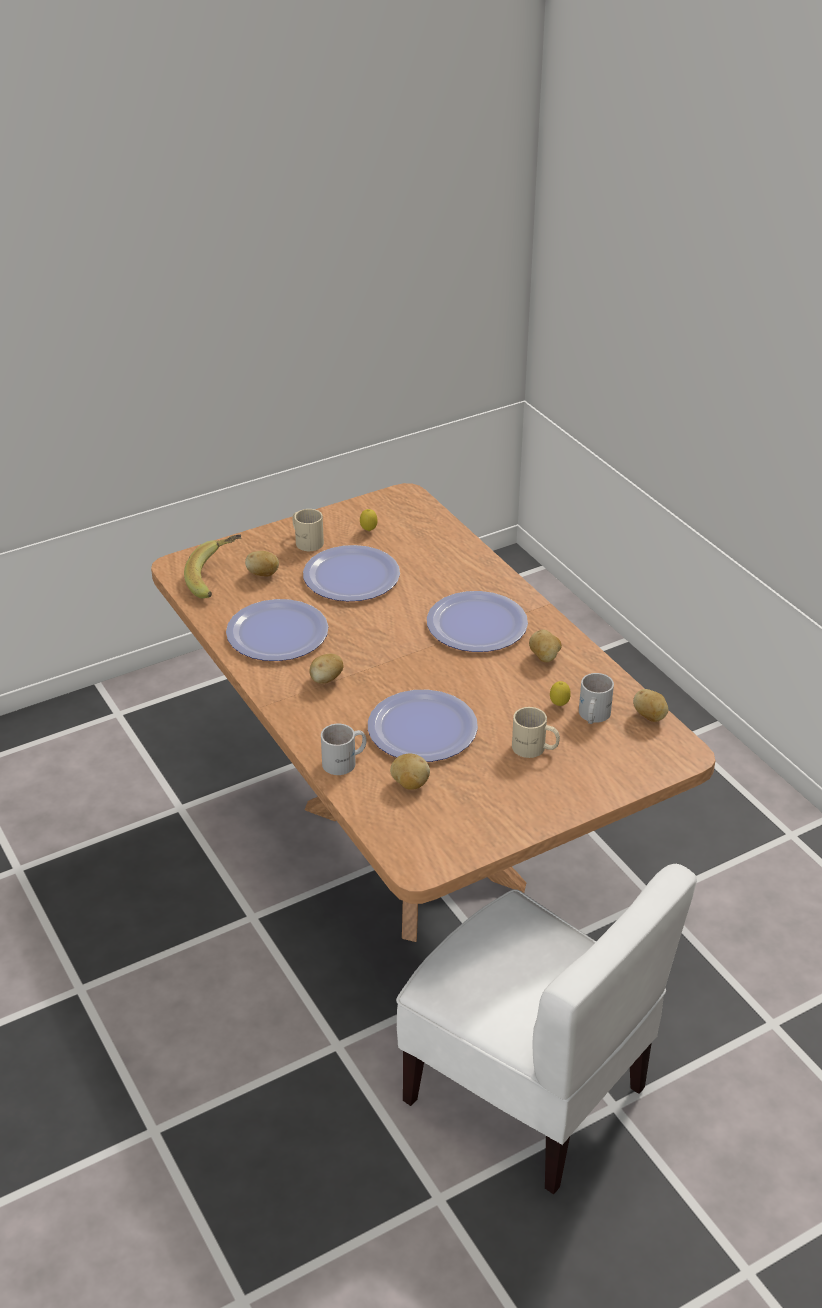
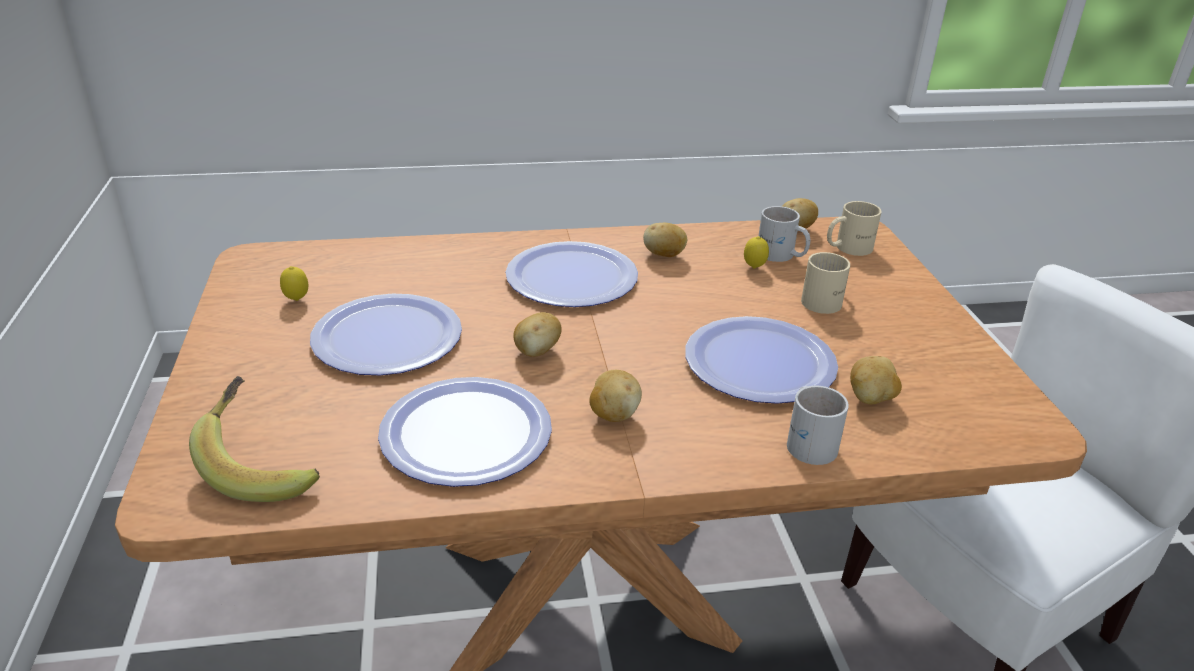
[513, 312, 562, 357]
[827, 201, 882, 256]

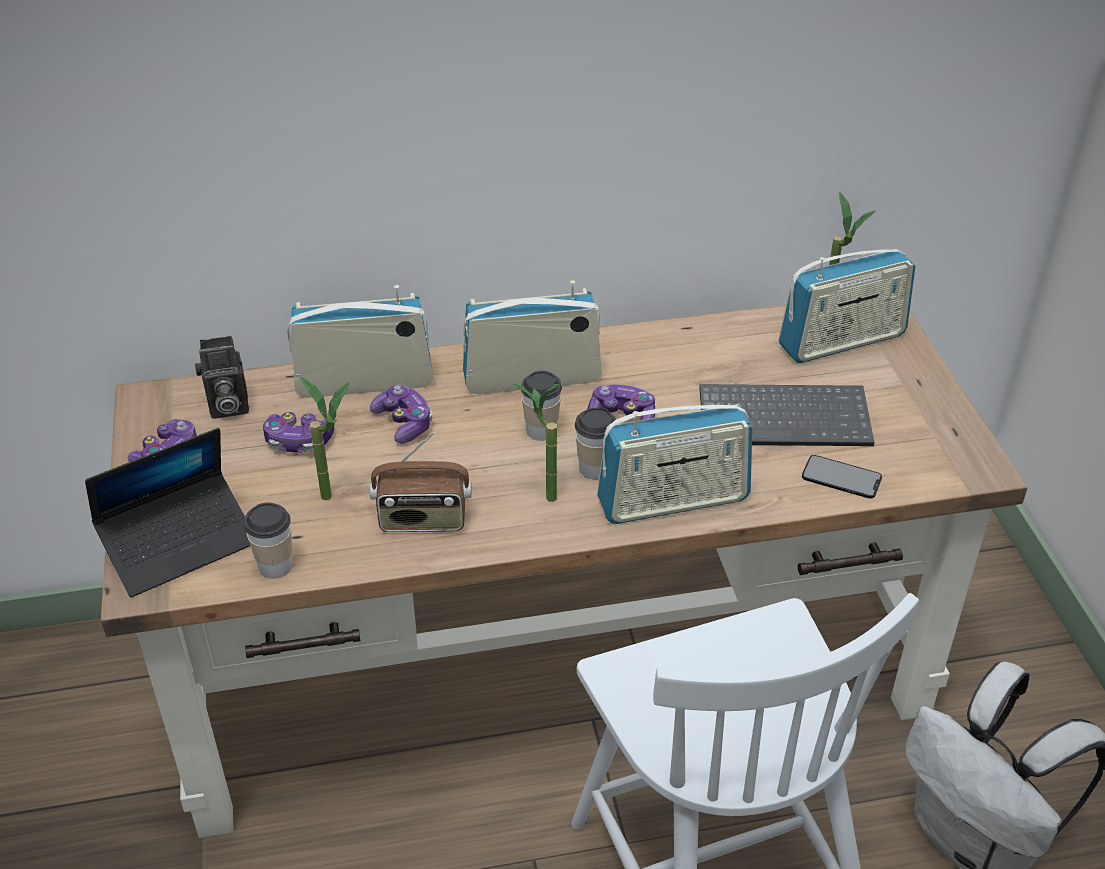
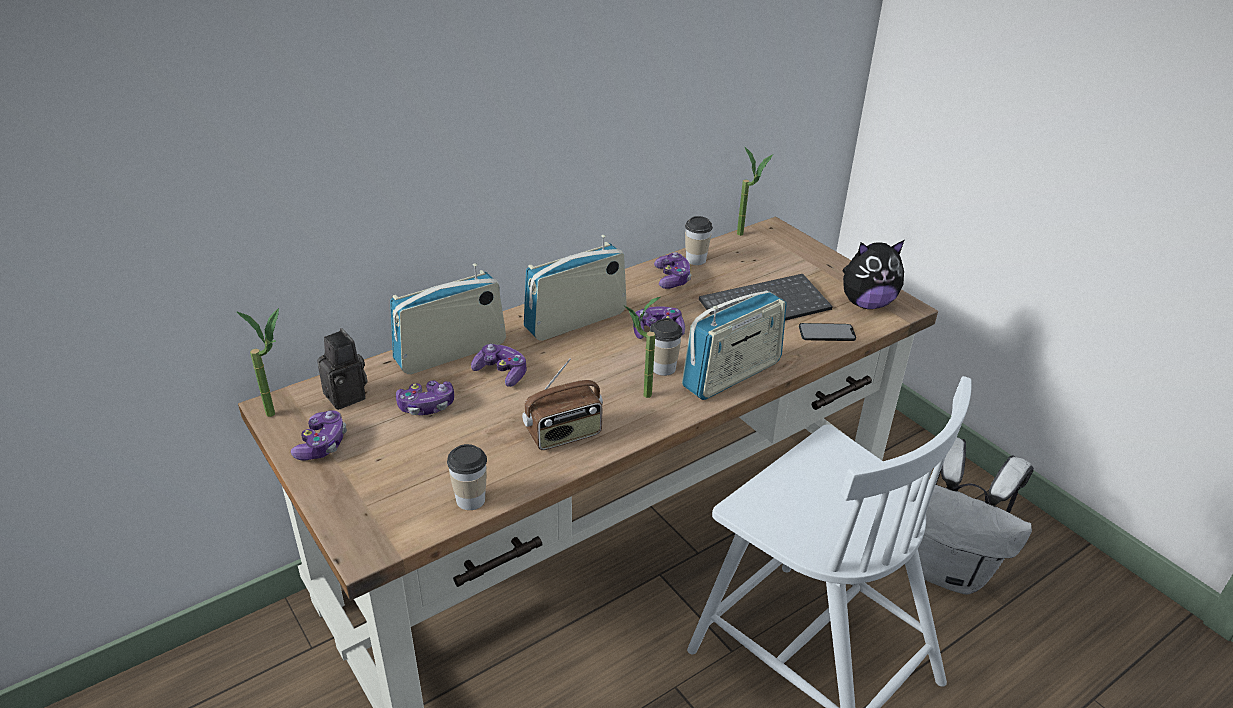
[85, 428, 250, 597] (first image)
[317, 328, 367, 410]
[236, 308, 279, 417]
[685, 216, 713, 265]
[778, 249, 915, 363] (first image)
[654, 252, 691, 289]
[842, 240, 904, 309]

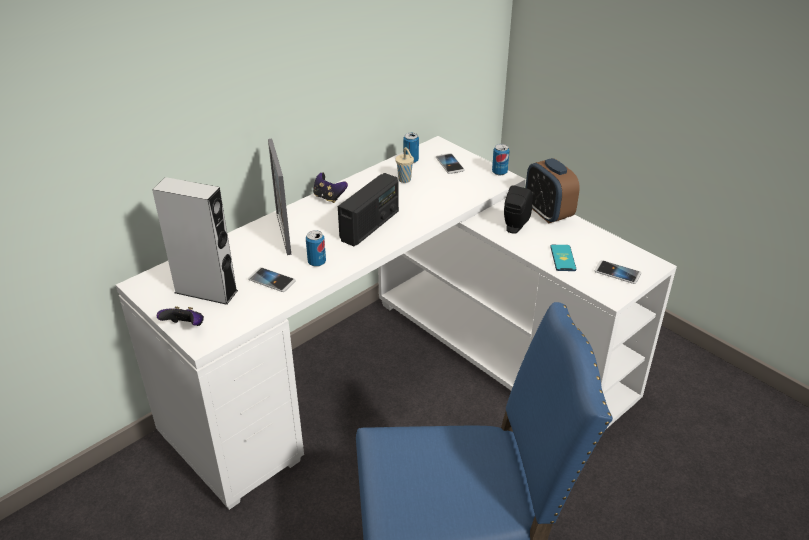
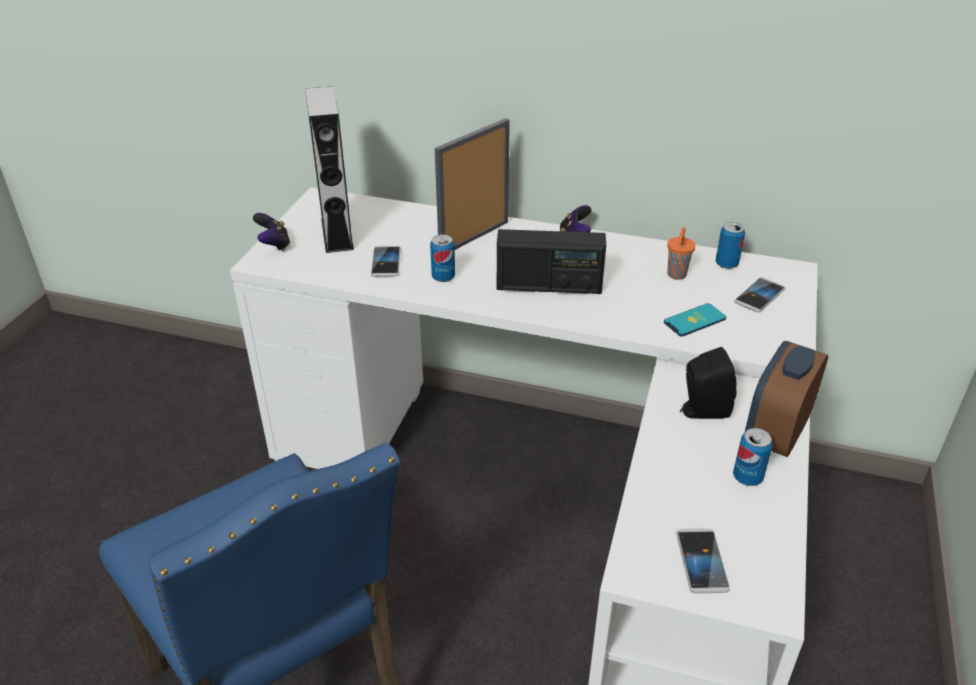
[667, 227, 696, 280]
[733, 428, 773, 486]
[664, 303, 726, 337]

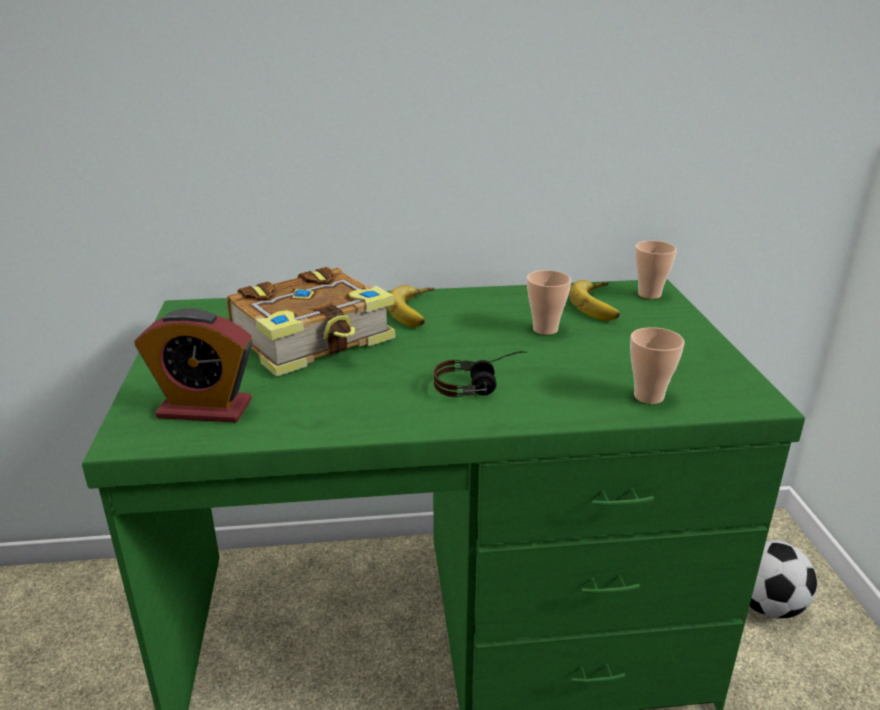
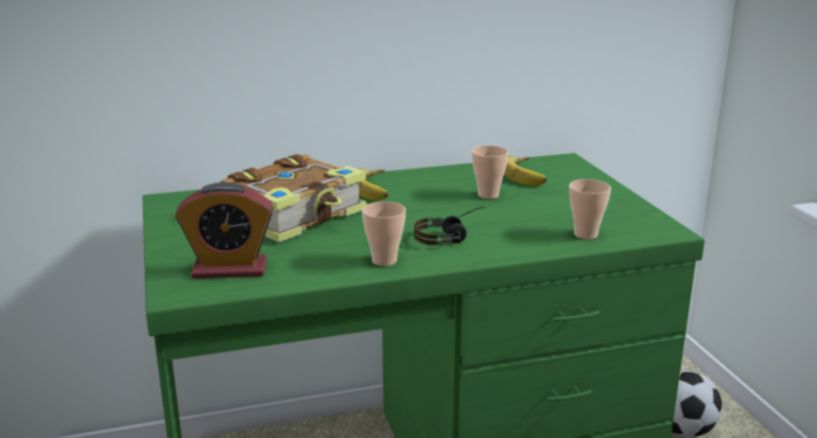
[362, 201, 406, 266]

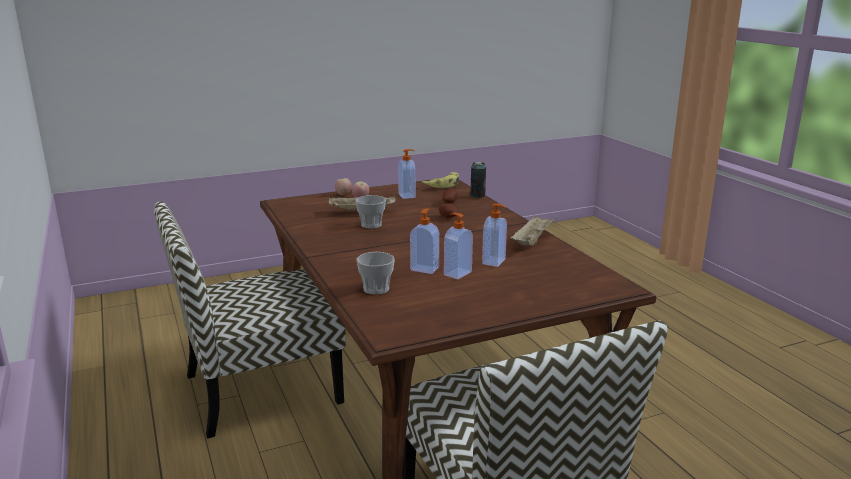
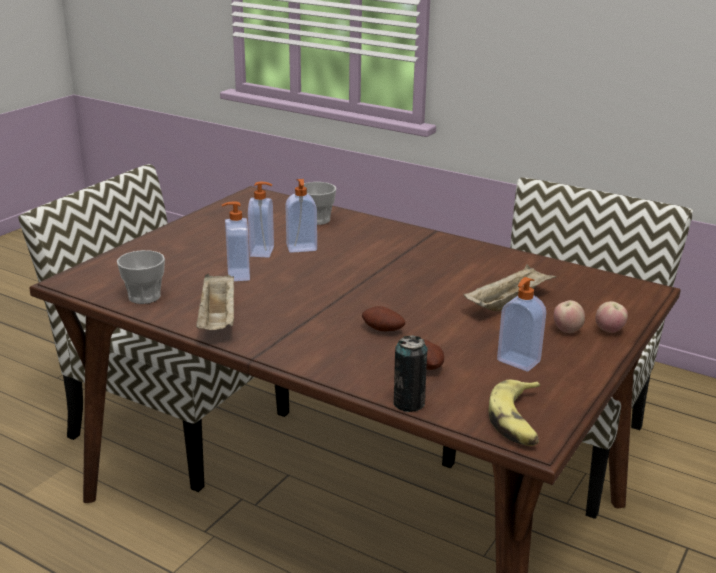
[117, 250, 165, 304]

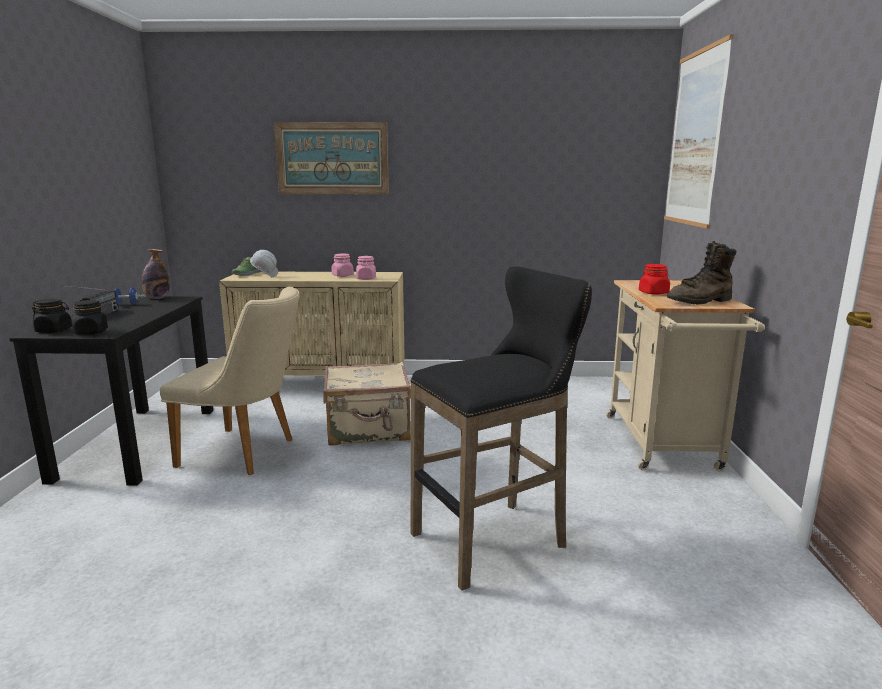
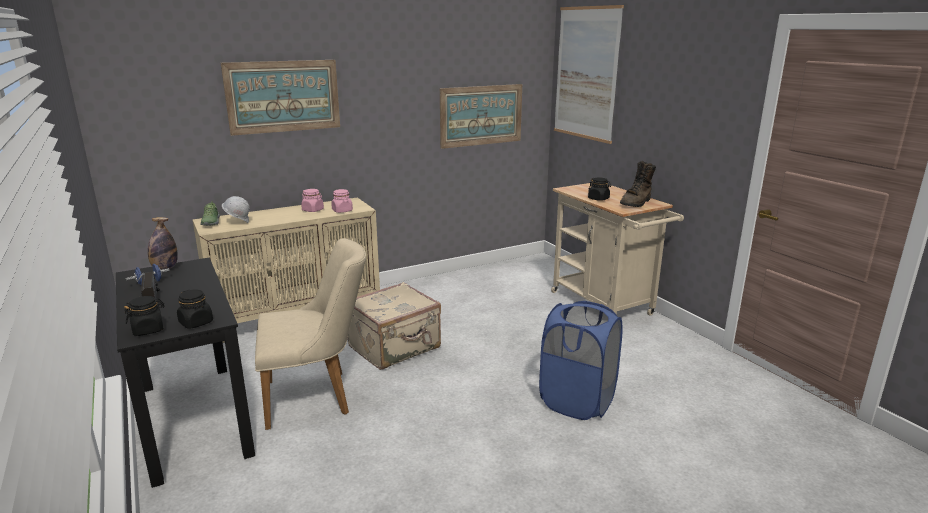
[539, 301, 623, 420]
[588, 177, 611, 201]
[440, 84, 522, 149]

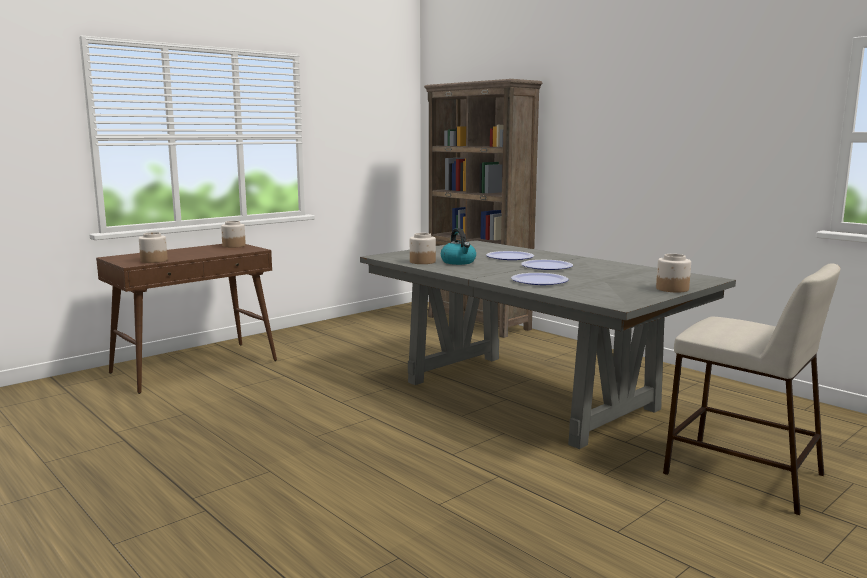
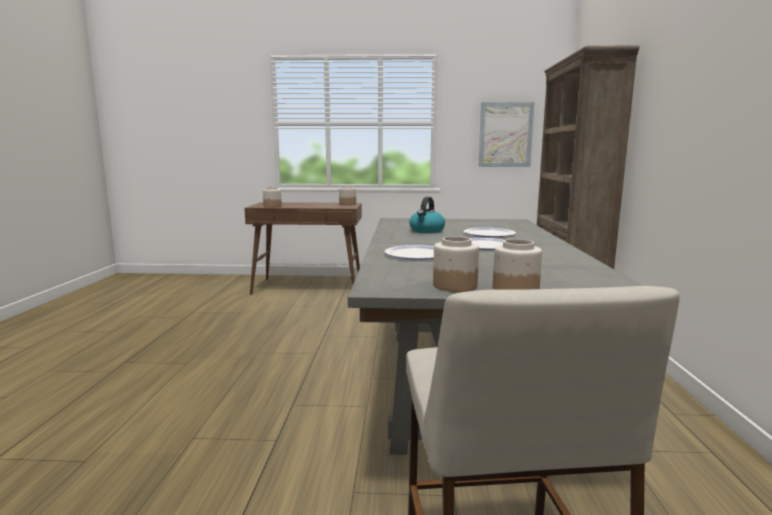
[433, 236, 479, 292]
[478, 102, 534, 167]

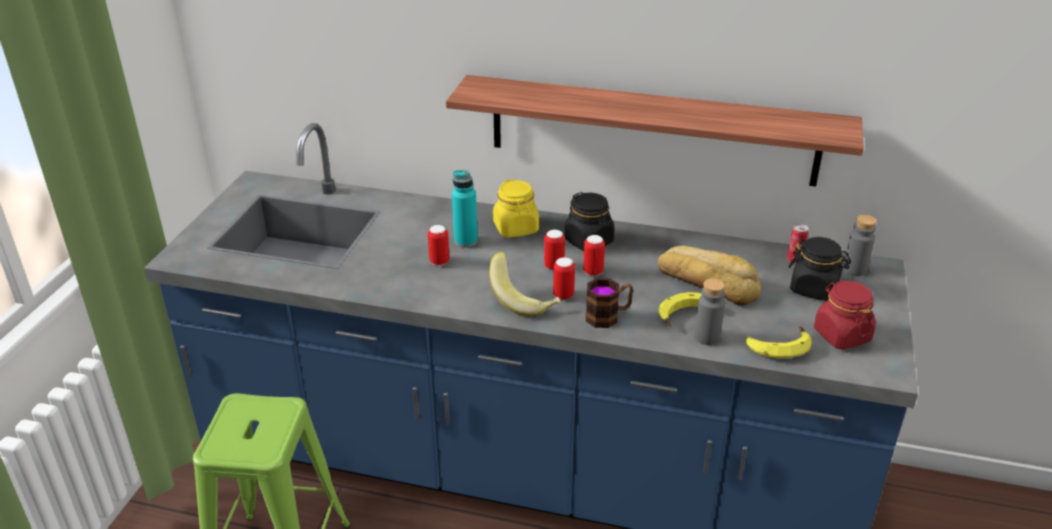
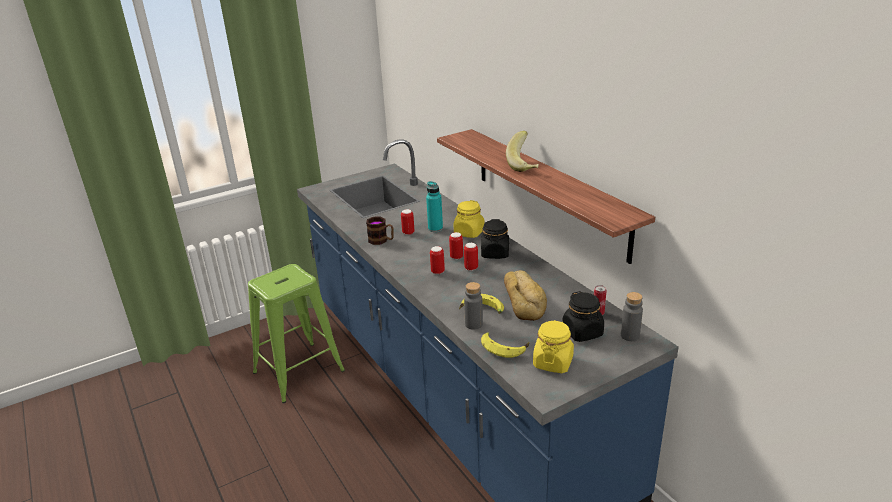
[506, 131, 539, 172]
[366, 217, 394, 245]
[533, 320, 574, 373]

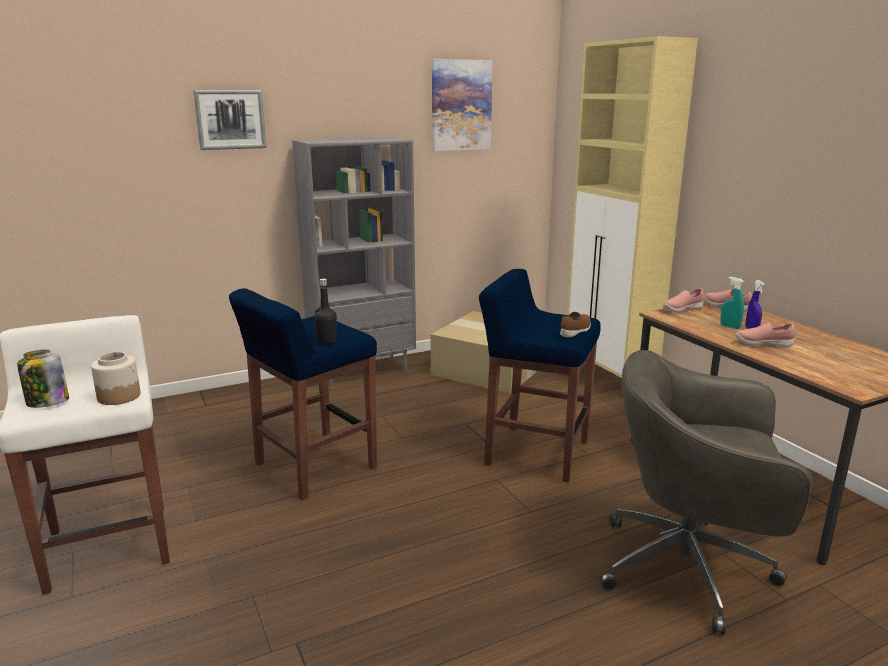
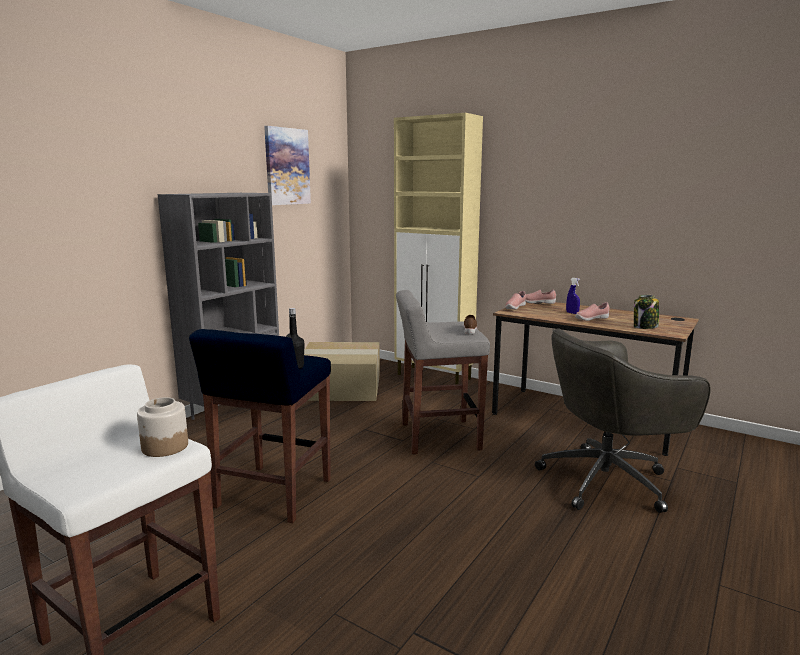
[634, 295, 659, 329]
[193, 90, 266, 150] (first image)
[396, 290, 490, 455]
[720, 277, 744, 329] (first image)

